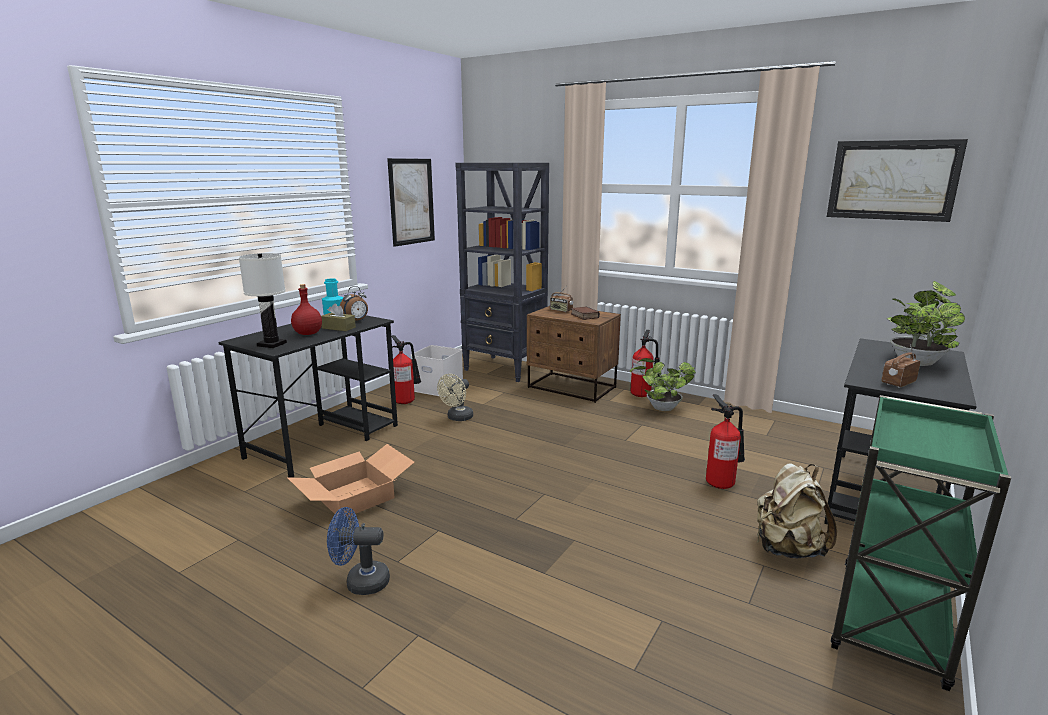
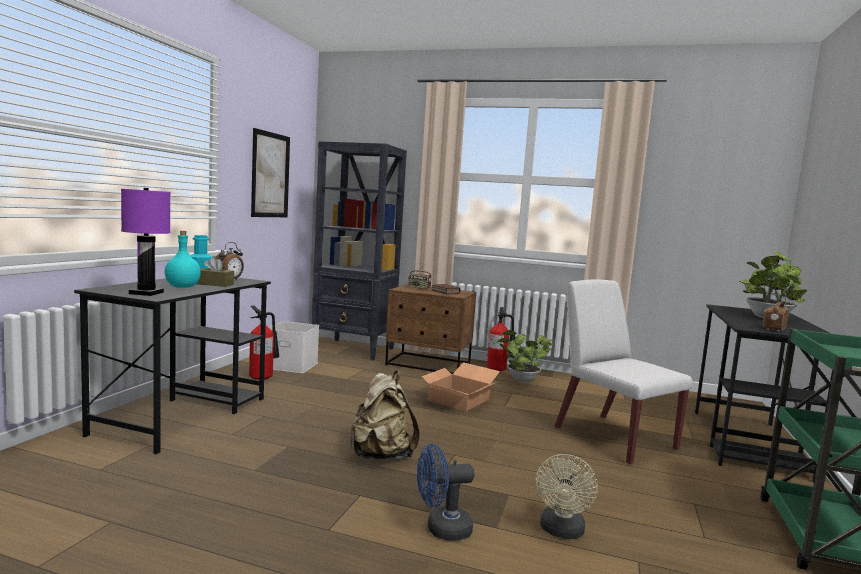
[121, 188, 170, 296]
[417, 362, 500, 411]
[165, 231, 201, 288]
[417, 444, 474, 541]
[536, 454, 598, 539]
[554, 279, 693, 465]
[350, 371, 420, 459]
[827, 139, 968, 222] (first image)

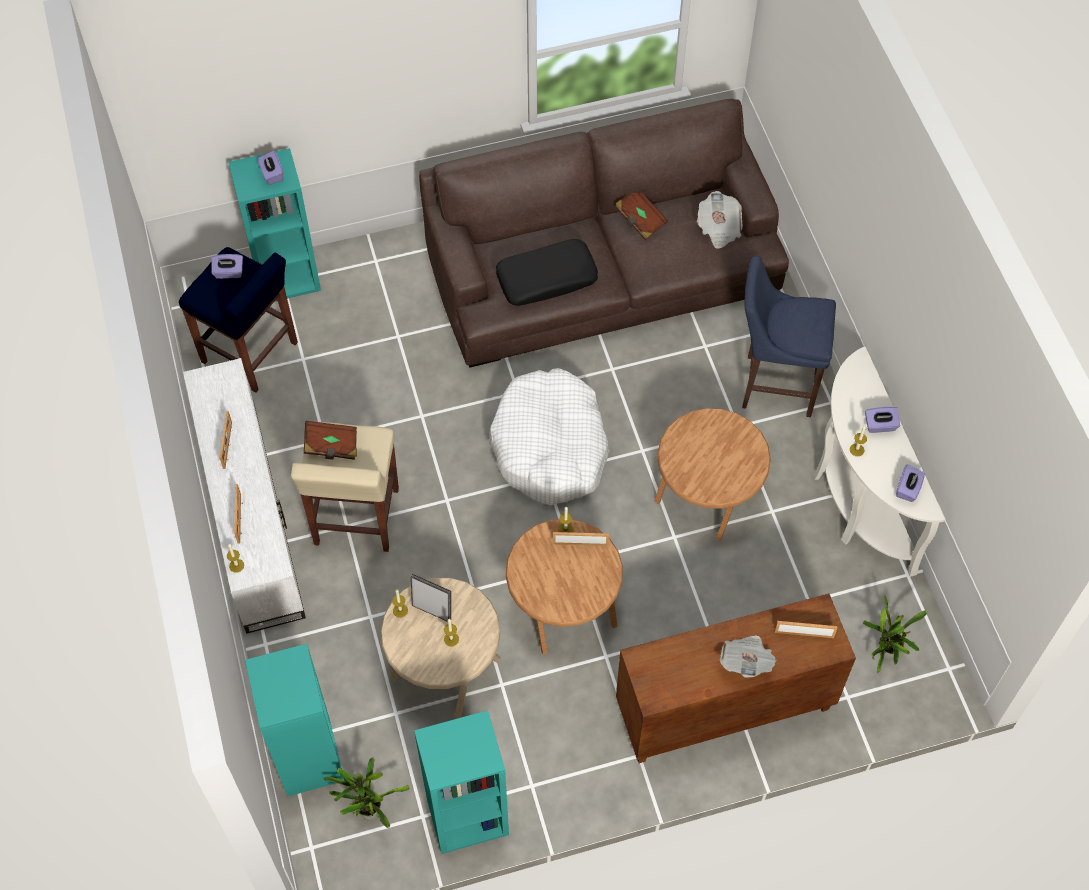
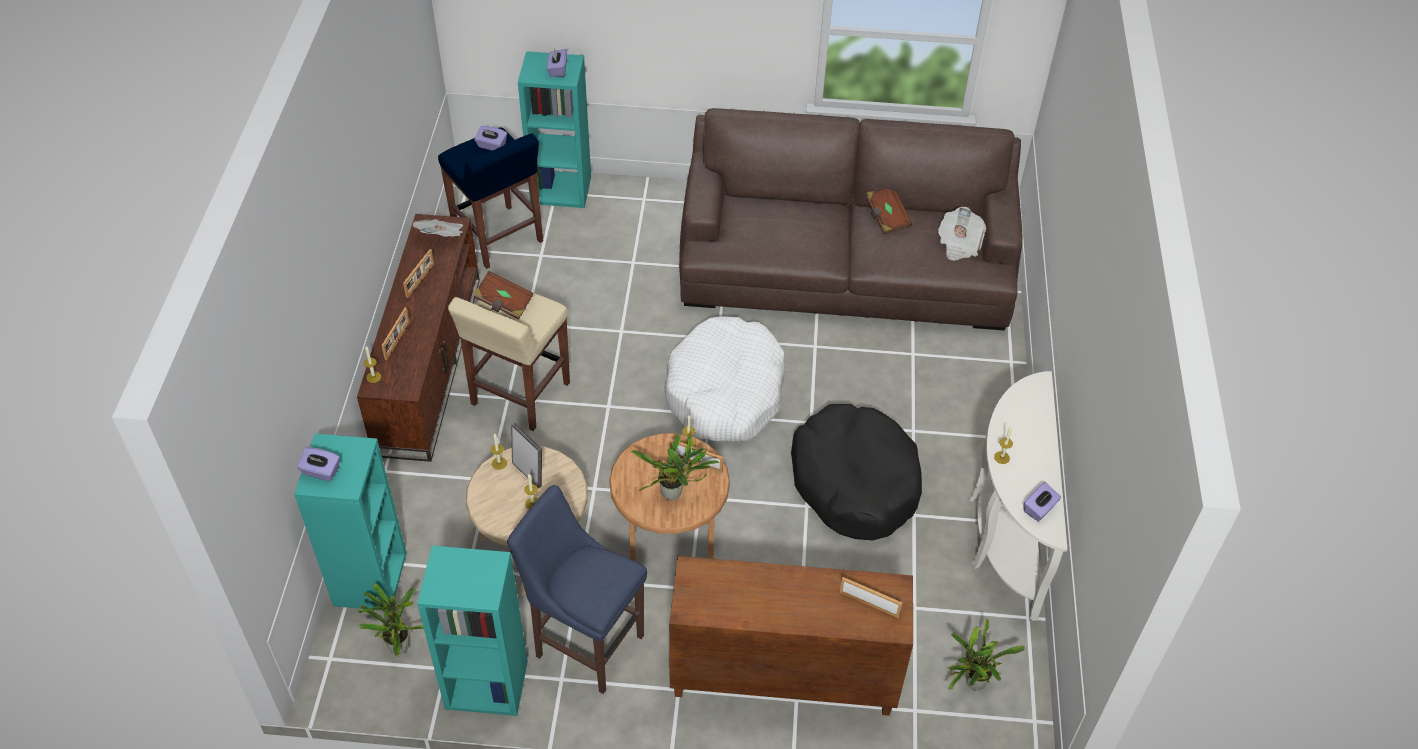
[357, 214, 480, 462]
[496, 239, 598, 306] (first image)
[791, 404, 922, 541]
[413, 219, 463, 237]
[507, 485, 647, 694]
[297, 447, 340, 481]
[631, 435, 720, 501]

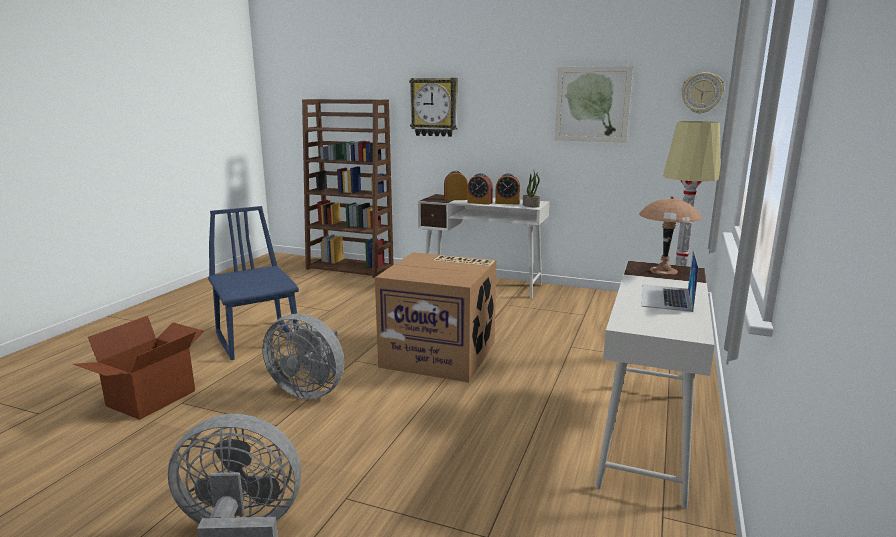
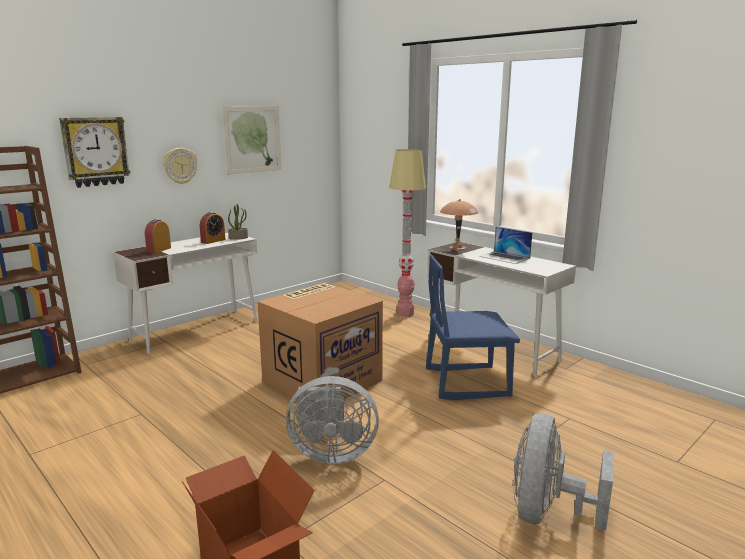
[426, 254, 520, 400]
[286, 376, 379, 464]
[467, 173, 493, 205] (first image)
[163, 148, 198, 184]

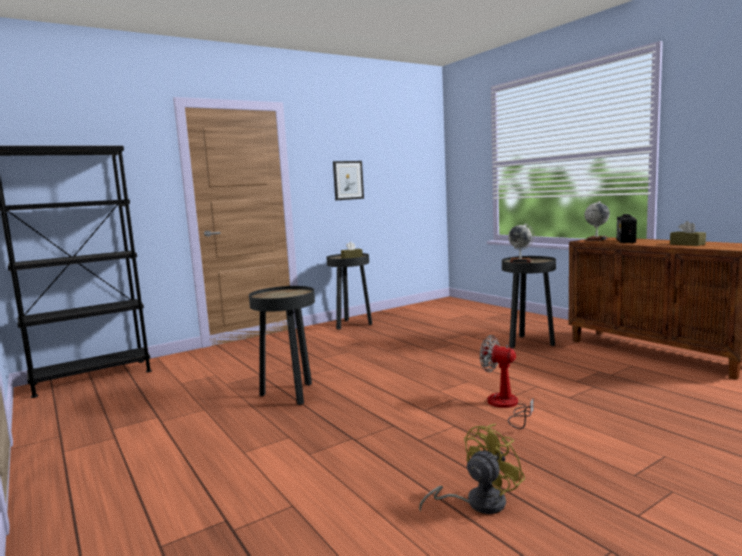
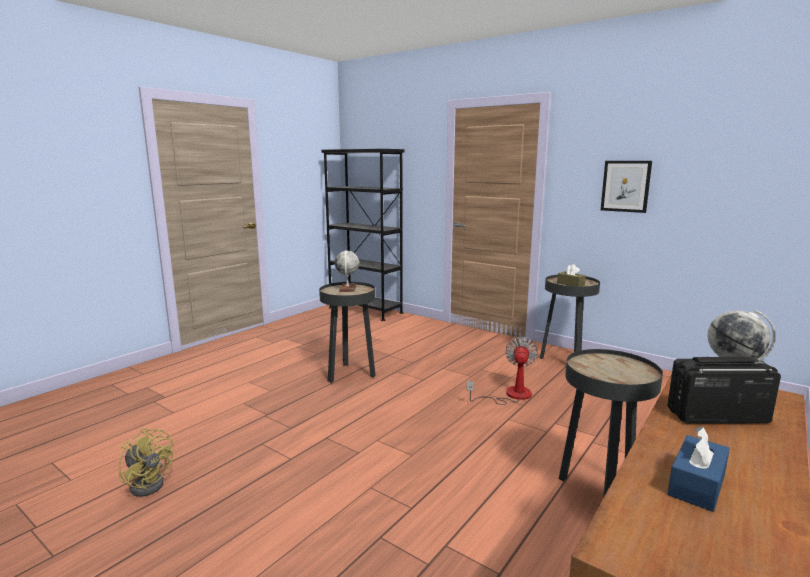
[466, 337, 538, 405]
[335, 250, 359, 292]
[668, 426, 730, 512]

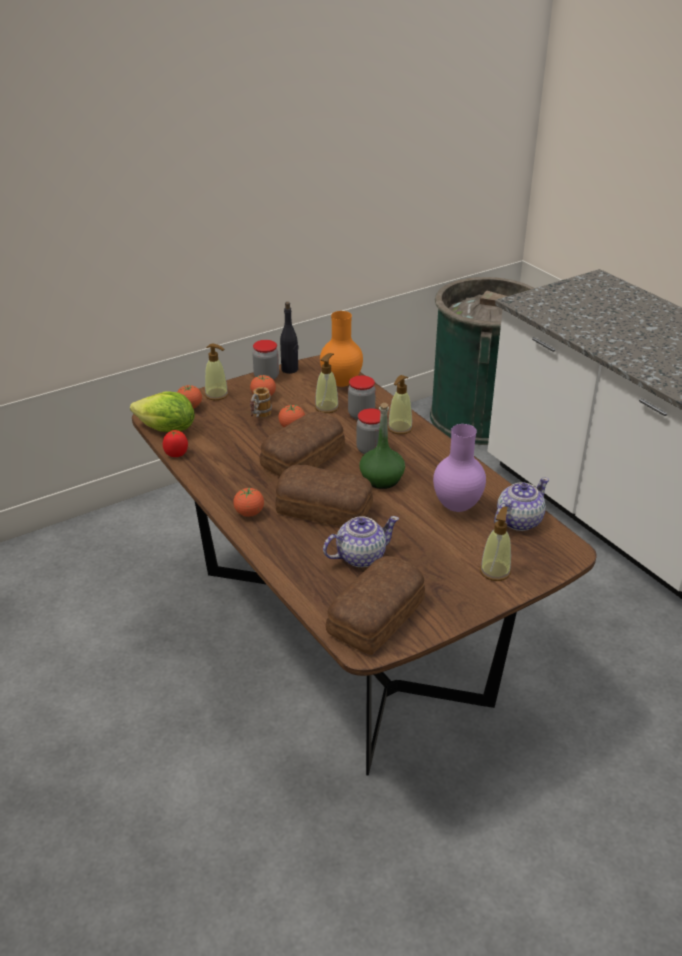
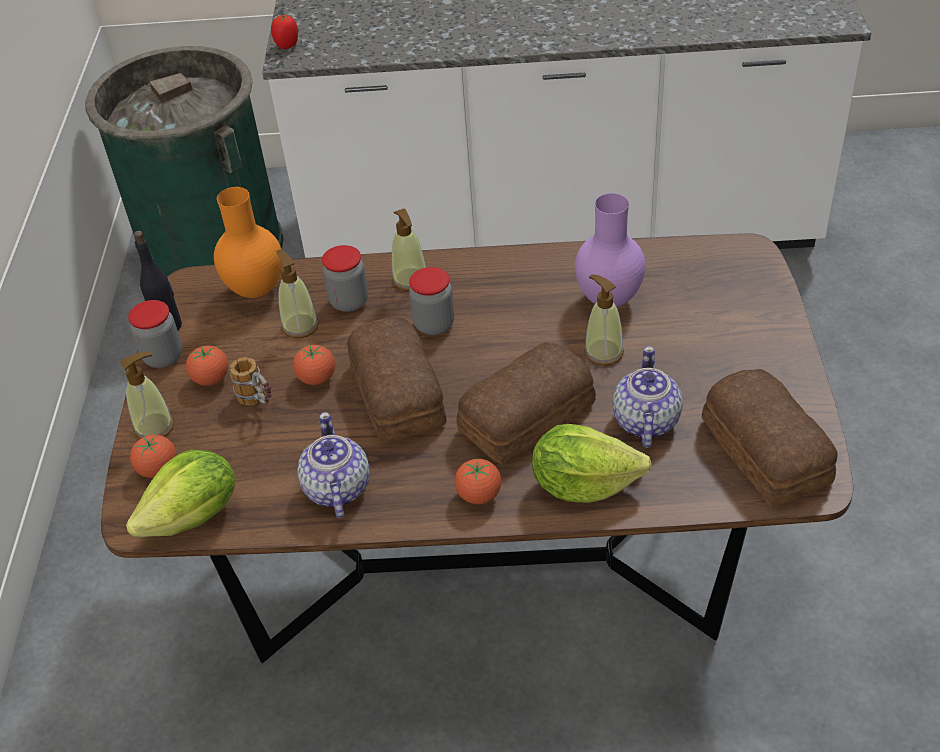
[271, 15, 298, 49]
[359, 403, 405, 489] (first image)
[584, 275, 624, 366]
[297, 412, 370, 518]
[532, 424, 652, 503]

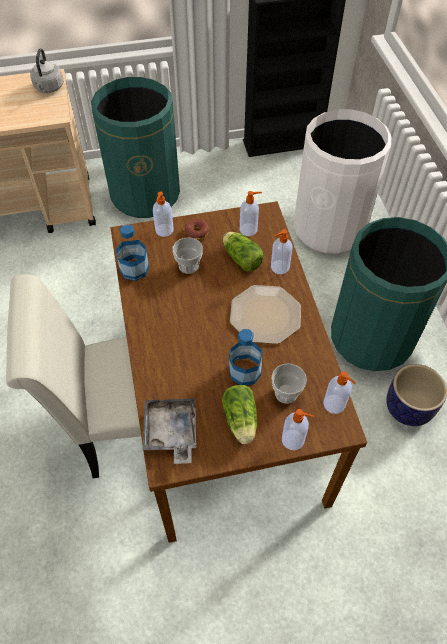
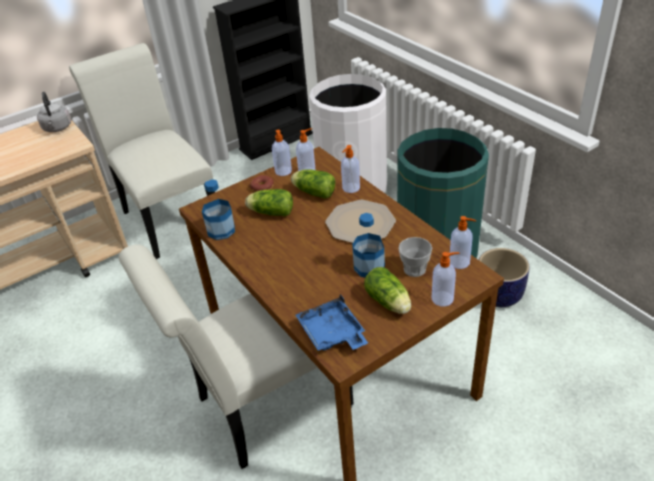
[69, 43, 215, 259]
[295, 294, 368, 351]
[272, 130, 292, 176]
[245, 189, 293, 216]

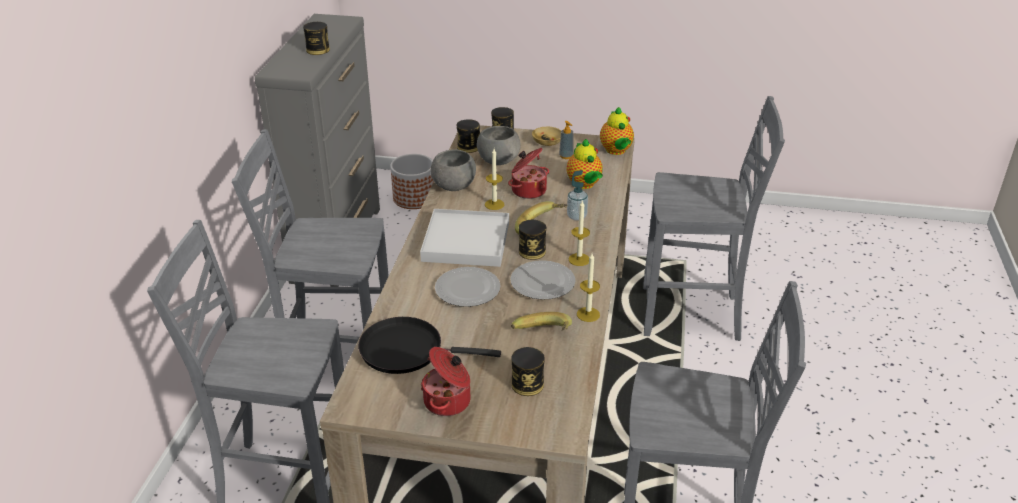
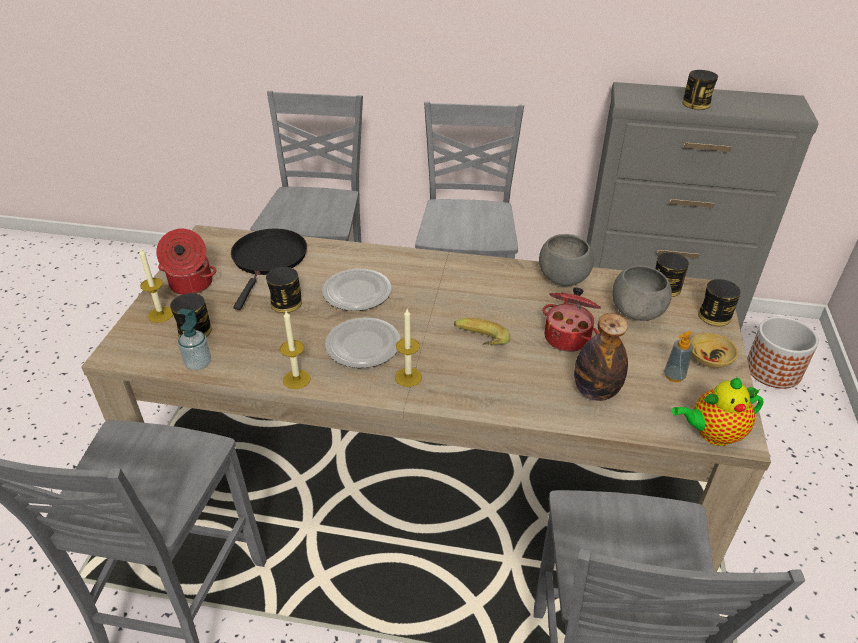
[420, 209, 509, 267] (first image)
[139, 247, 173, 323]
[511, 312, 572, 331] (first image)
[266, 267, 302, 313]
[574, 313, 628, 401]
[177, 309, 211, 370]

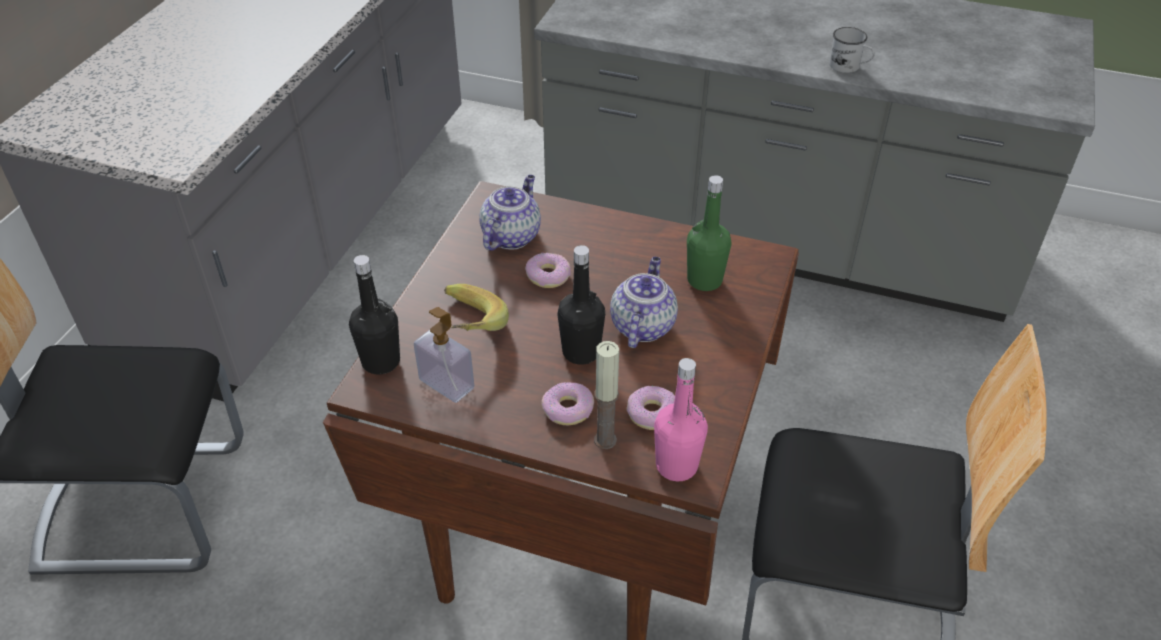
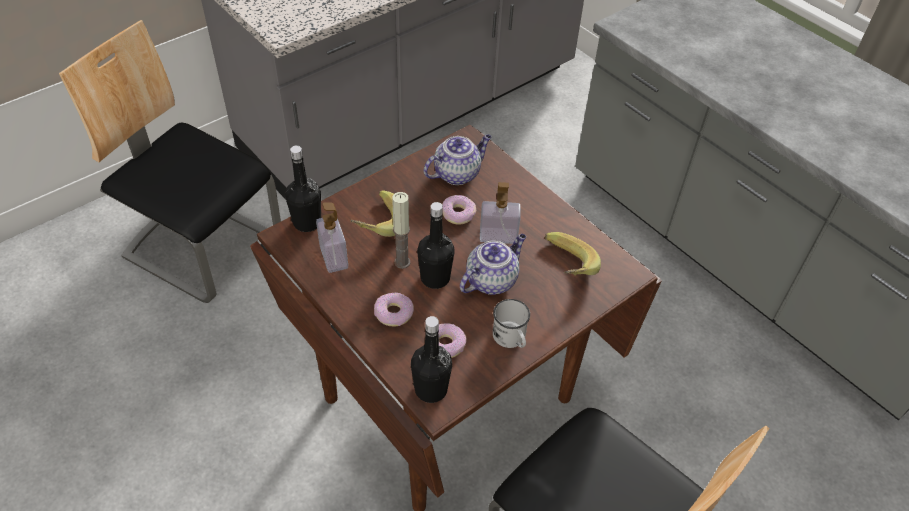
[392, 192, 410, 269]
[411, 316, 452, 403]
[545, 232, 601, 276]
[493, 299, 530, 348]
[480, 182, 521, 244]

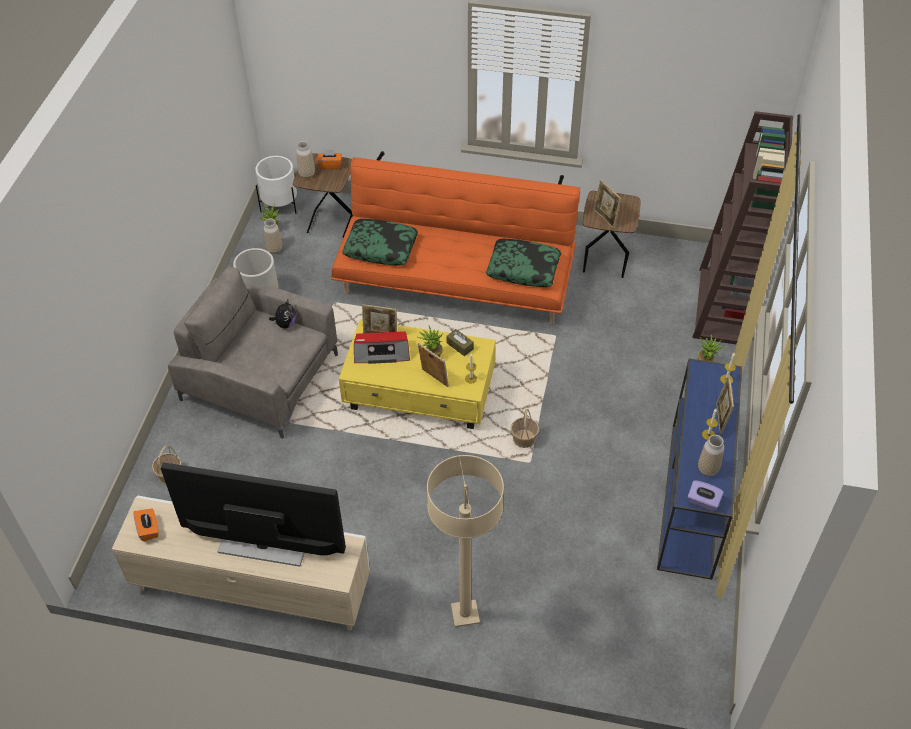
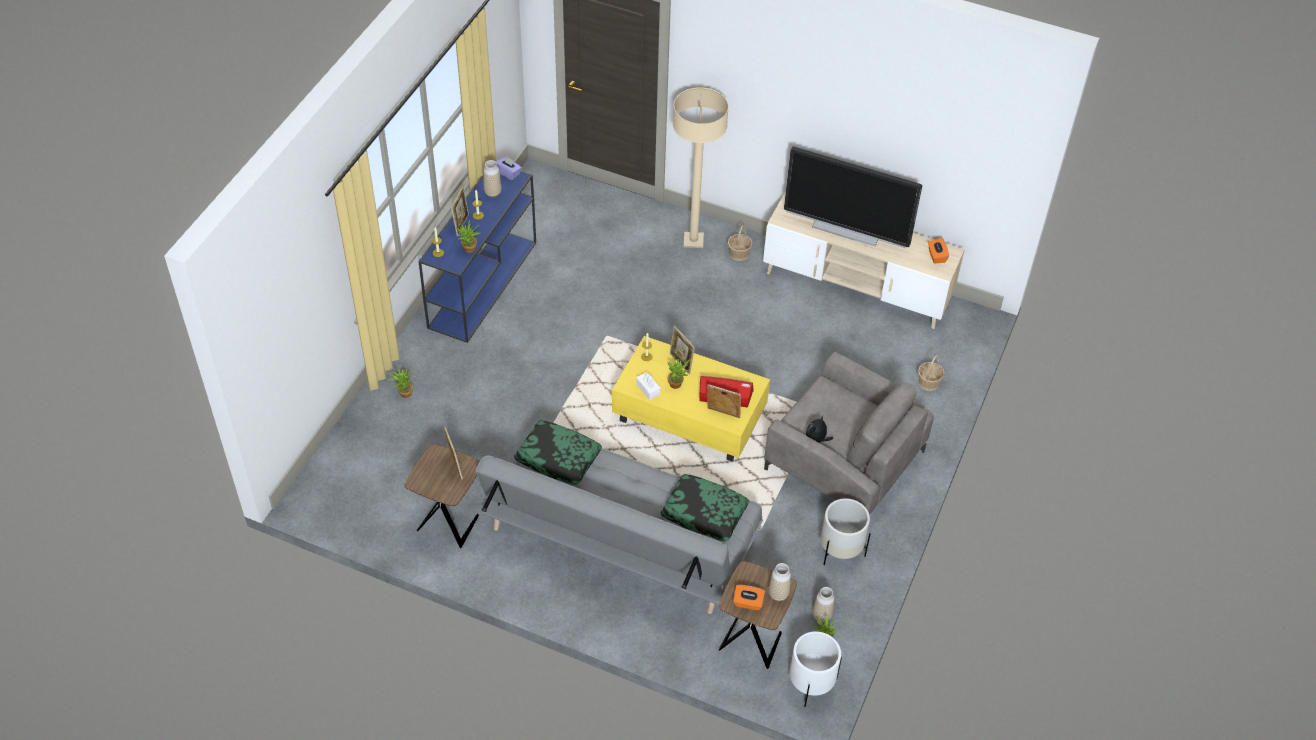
[476, 424, 763, 614]
[636, 372, 661, 400]
[728, 225, 752, 261]
[693, 111, 793, 344] (first image)
[457, 220, 480, 253]

